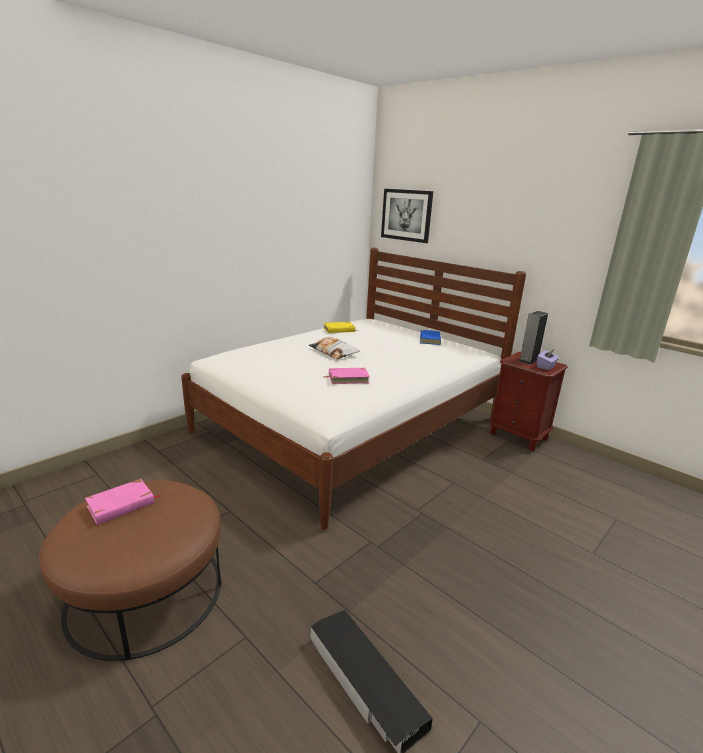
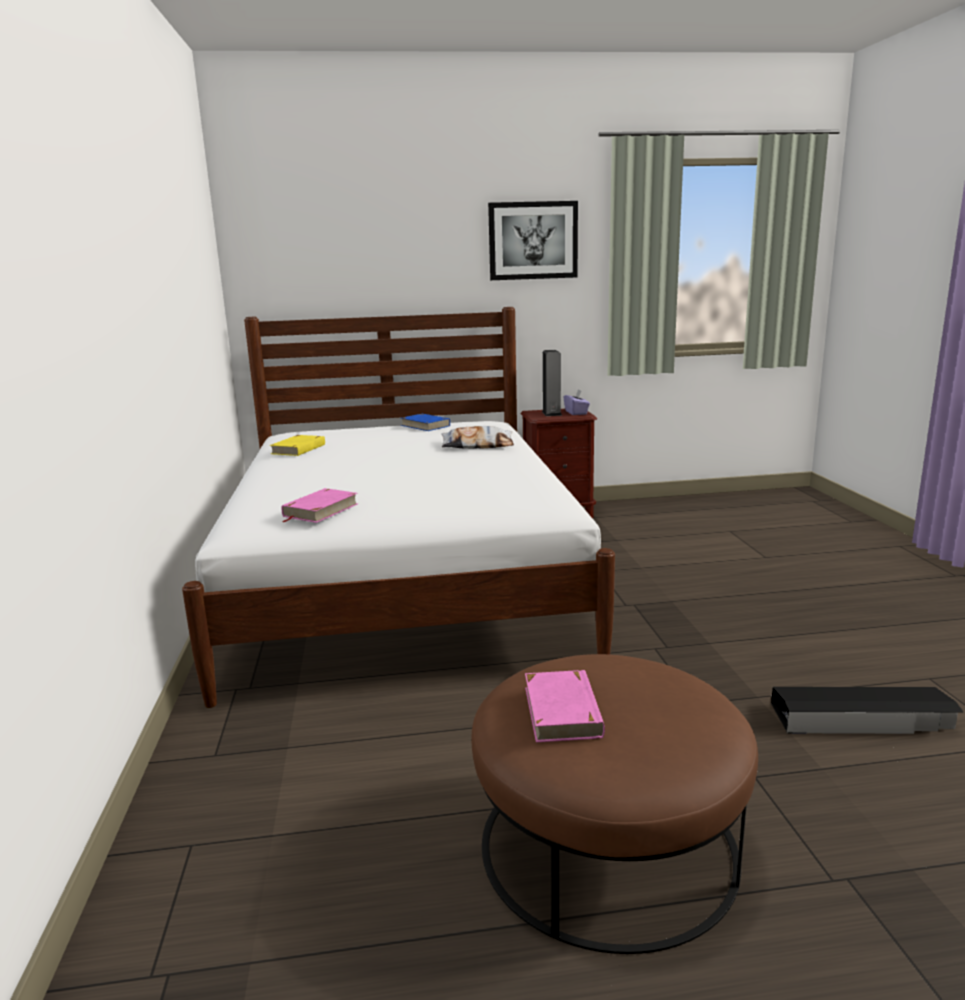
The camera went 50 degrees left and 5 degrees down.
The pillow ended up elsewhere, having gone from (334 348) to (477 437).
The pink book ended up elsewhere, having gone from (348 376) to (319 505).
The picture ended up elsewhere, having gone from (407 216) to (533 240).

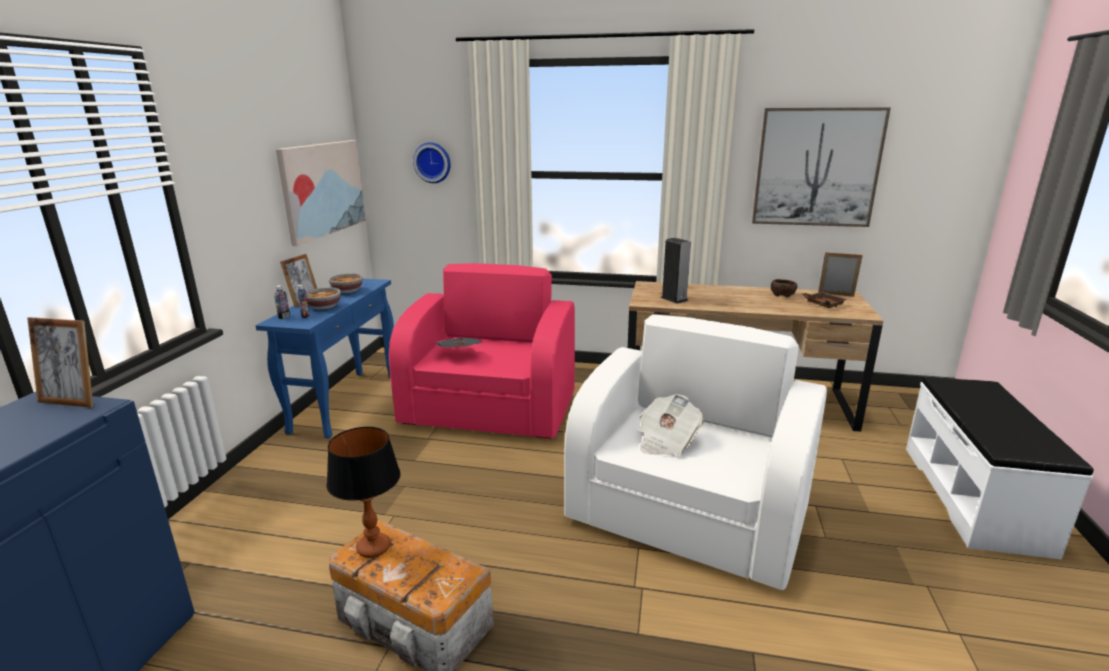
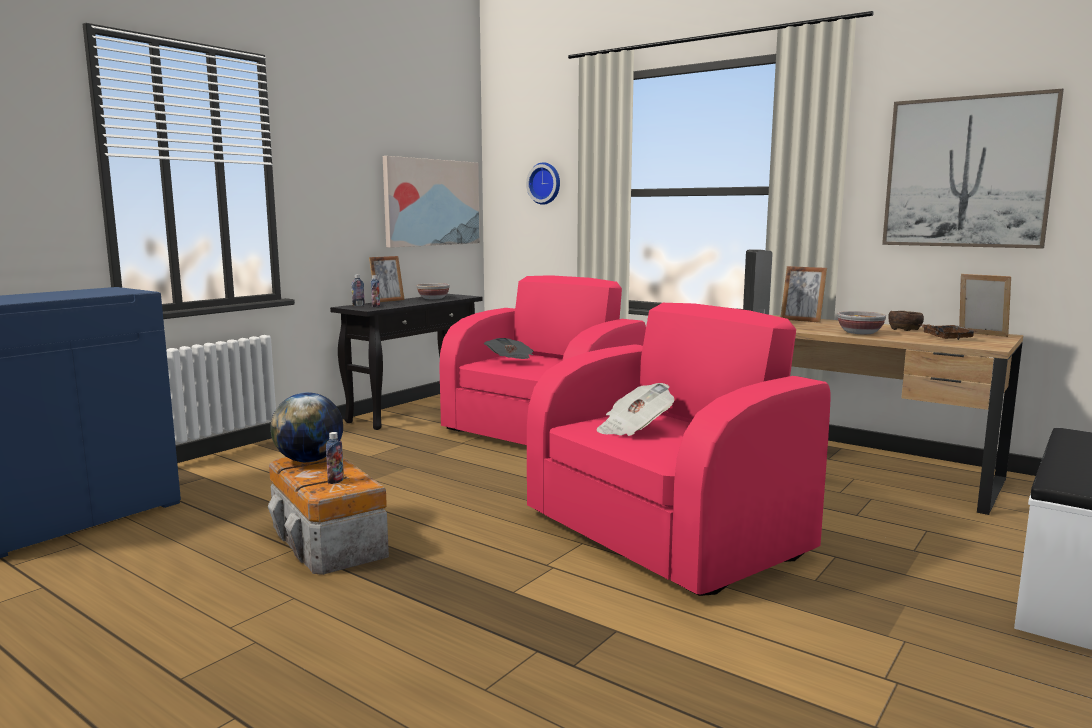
The camera went 25 degrees right and 10 degrees down.
The picture frame ended up elsewhere, having gone from (60 362) to (804 294).
What was the blue console table at (324 359) turned into the black console table at (406 362).
The bowl ended up elsewhere, having gone from (323 298) to (861 322).
Where the table lamp stood at (364 492), the globe came to stand at (306 427).
What was the white armchair at (695 452) turned into the pink armchair at (679 449).
The second view gained the bottle at (335 458).

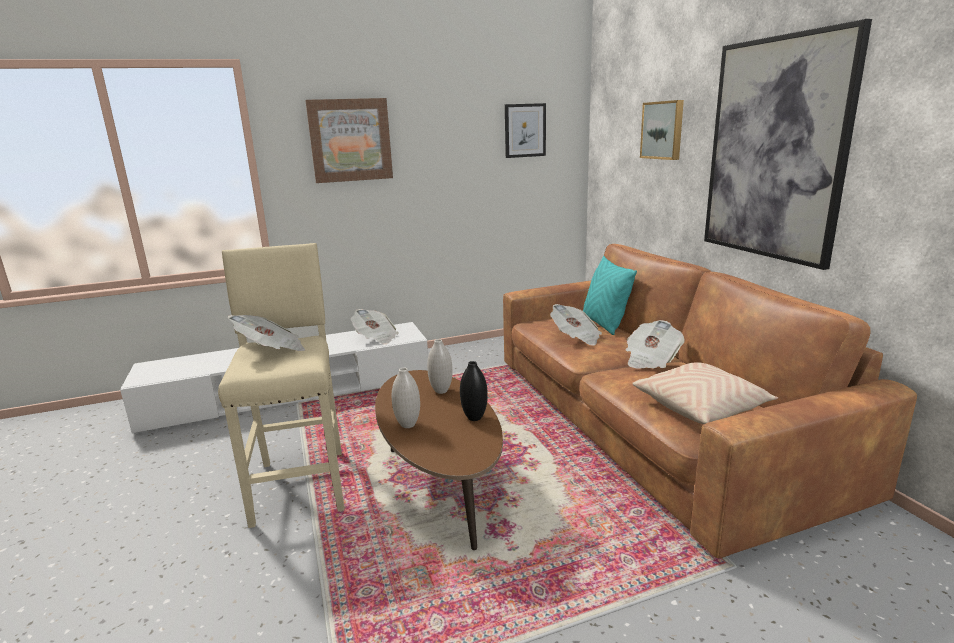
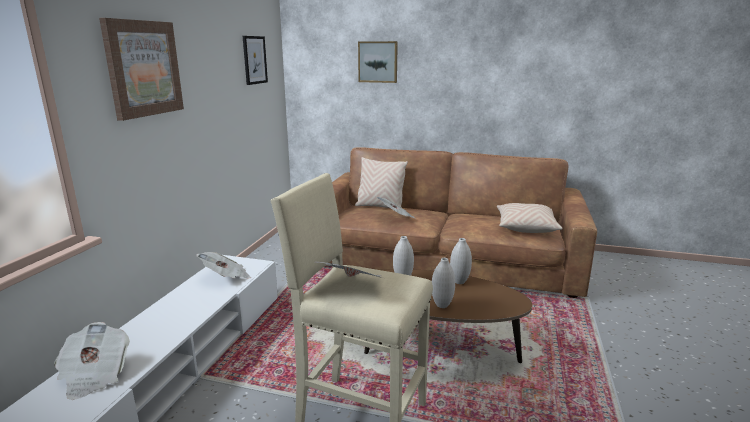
The camera went 55 degrees left and 0 degrees up.
What was the black vase at (474 391) turned into the white vase at (461 261).
What was the turquoise pillow at (610 295) turned into the beige pillow at (381 182).
The newspaper ended up elsewhere, having gone from (655 344) to (92 361).
The second view lost the picture at (788 144).

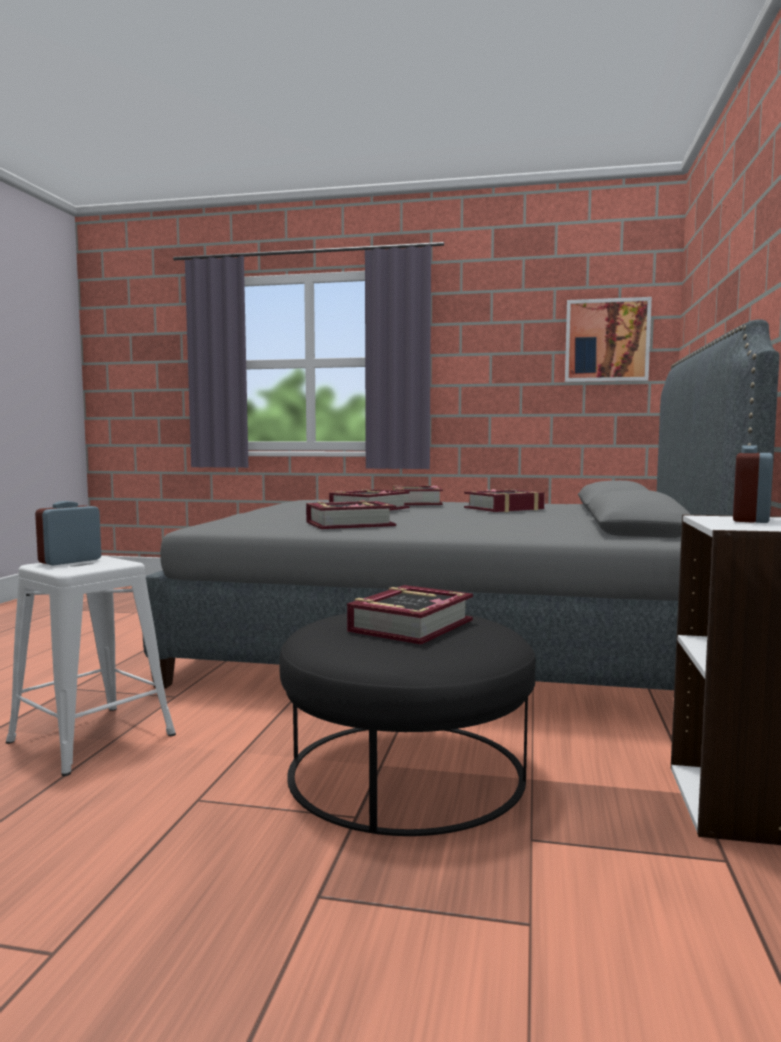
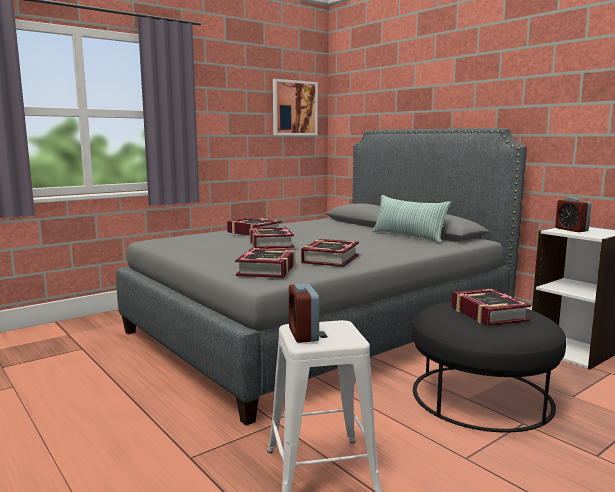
The camera went 50 degrees left and 5 degrees up.
The book ended up elsewhere, having gone from (504 500) to (265 263).
The second view gained the pillow at (411 219).

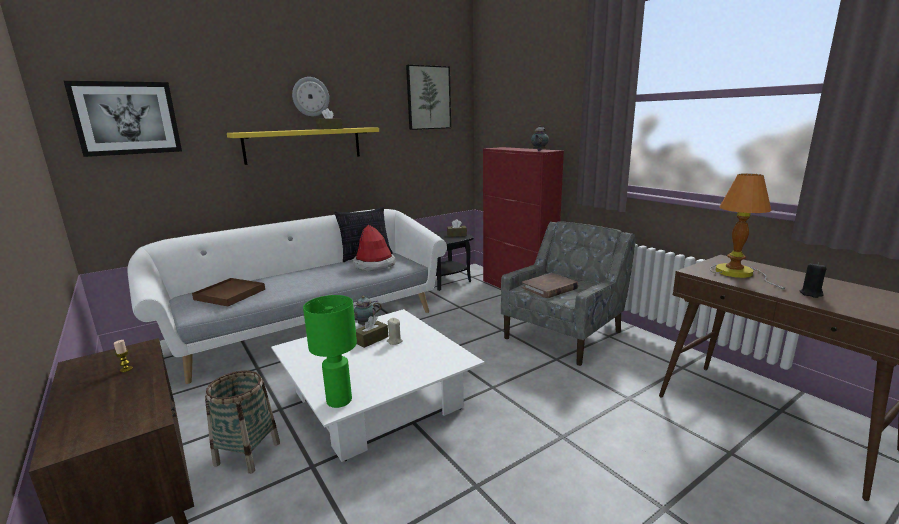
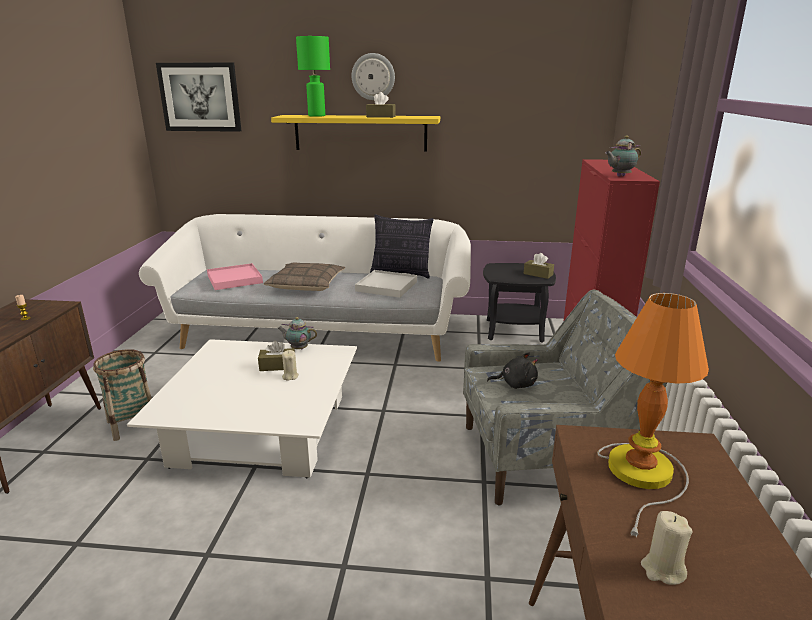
The camera went 40 degrees right and 5 degrees up.
What was the brown tray at (228 292) turned into the pink tray at (235 276).
The green table lamp ended up elsewhere, having gone from (330 351) to (313 76).
Where the hat stood at (374 248), the white tray came to stand at (386 284).
The second view lost the picture at (428 97).
Where the brown book stood at (550 285), the black plush toy came to stand at (512 370).
What was the black candle at (813 280) turned into the beige candle at (667 548).
The second view gained the pillow at (304 276).

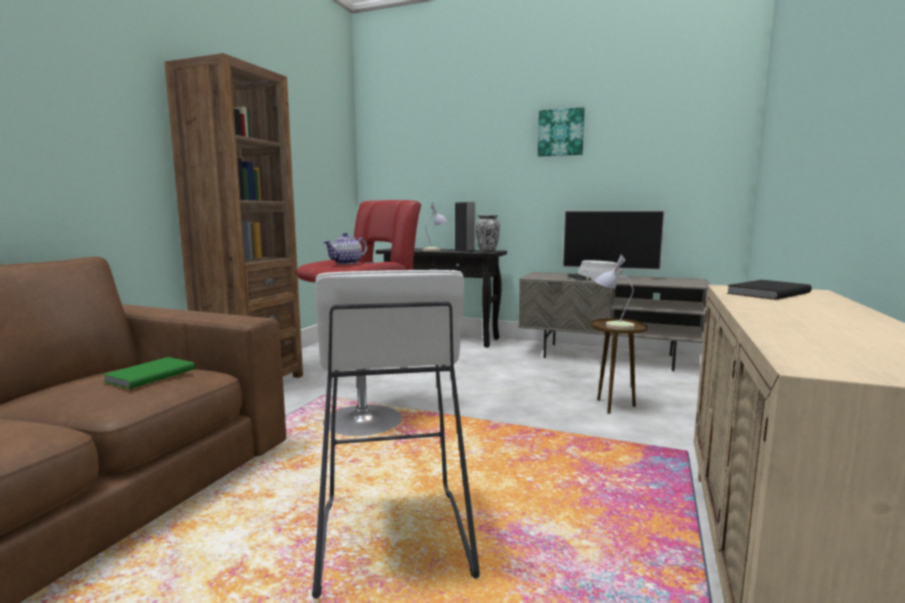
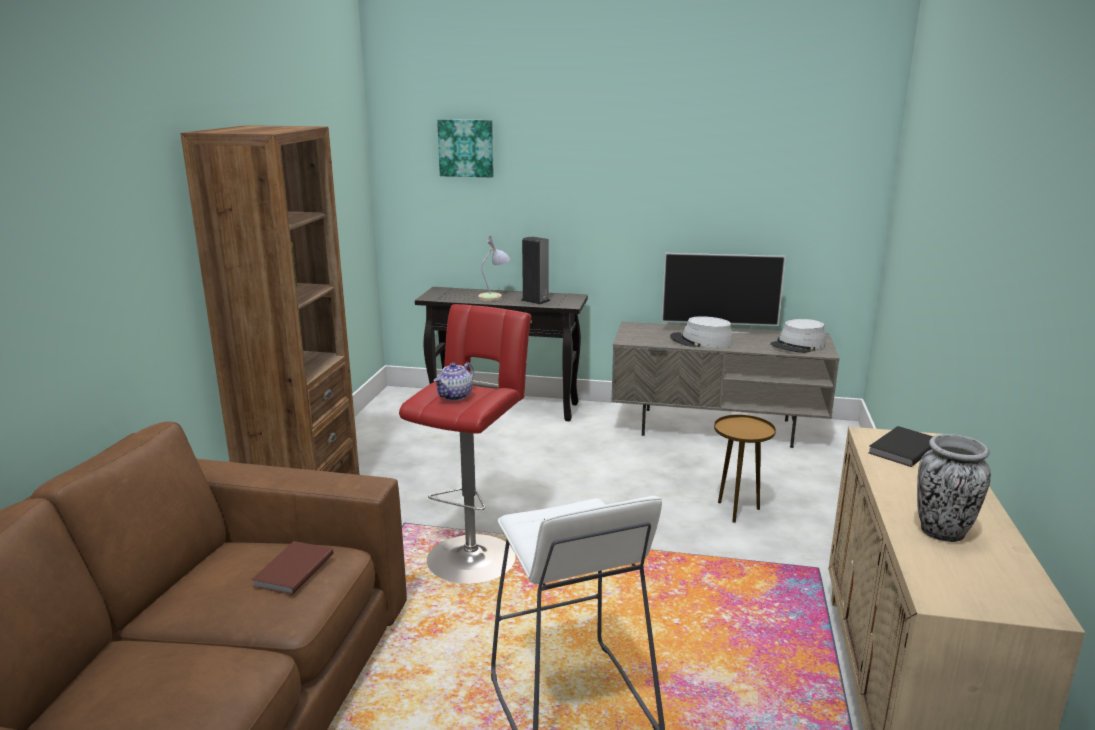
The camera went 10 degrees left and 10 degrees up.
What was the green book at (148 373) turned into the brown book at (292 568).
The vase ended up elsewhere, having gone from (487 233) to (954 488).
The picture ended up elsewhere, having gone from (561 132) to (465 148).
The second view lost the table lamp at (615 292).
The second view gained the grey hat at (798 336).

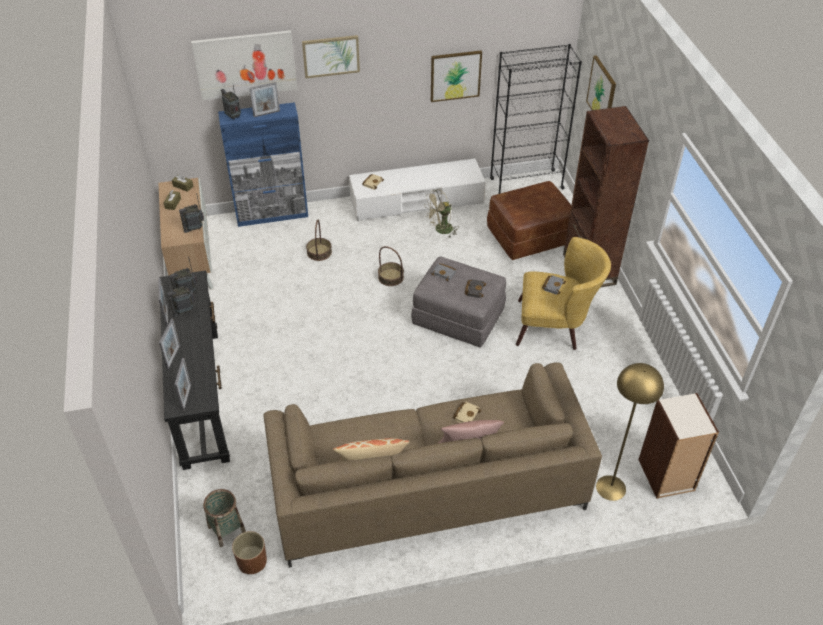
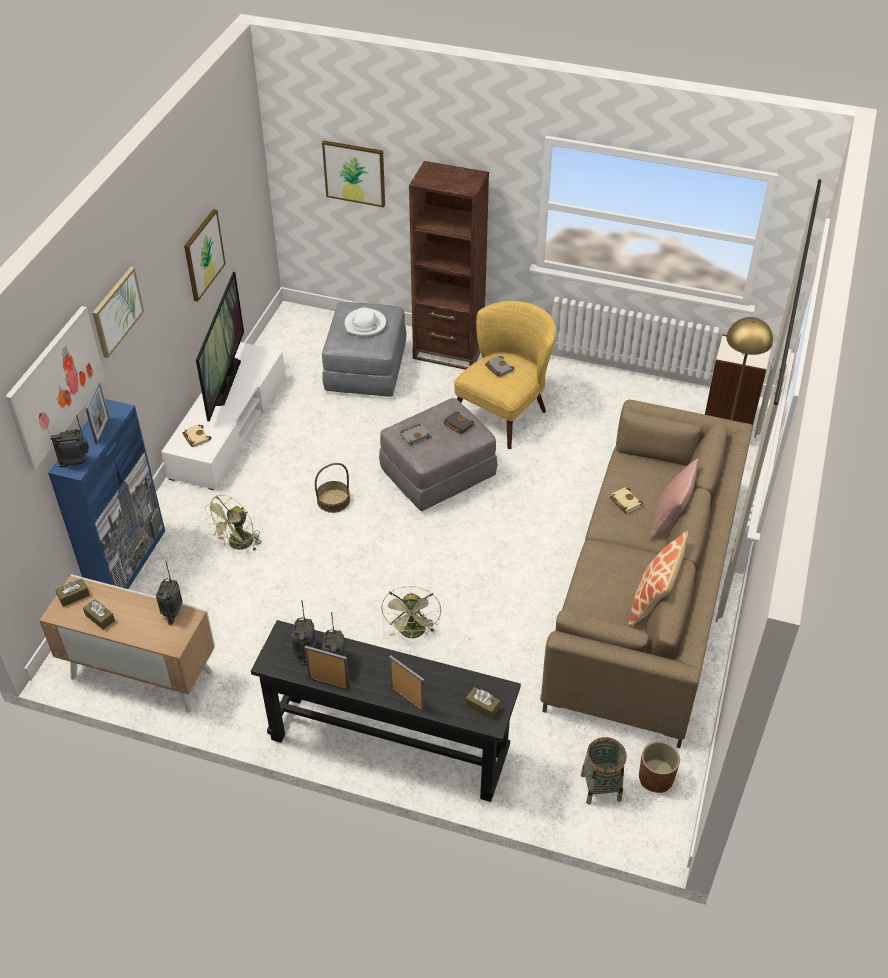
The camera went 60 degrees left and 0 degrees up.
Where the picture frame stood at (182 384), the brown tissue box came to stand at (483 703).
Where the basket stood at (319 240), the green fan came to stand at (233 523).
The beige fan ended up elsewhere, having gone from (441 213) to (411 612).
What was the brown ottoman at (529 220) turned into the grey ottoman at (364 349).
The second view lost the black bookcase at (536 119).
The second view gained the television at (220 346).
The second view gained the white hat at (365 322).

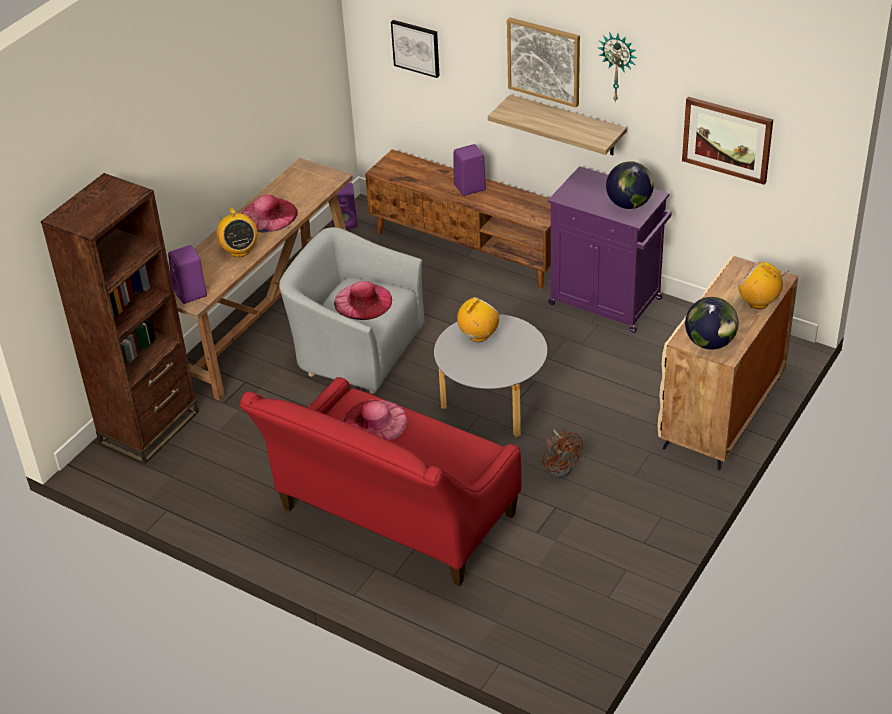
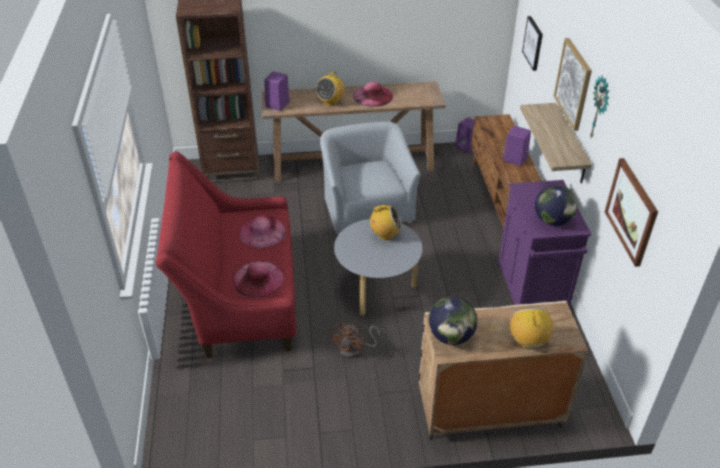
The camera went 50 degrees right and 0 degrees up.
The pink hat ended up elsewhere, having gone from (363 300) to (258 280).

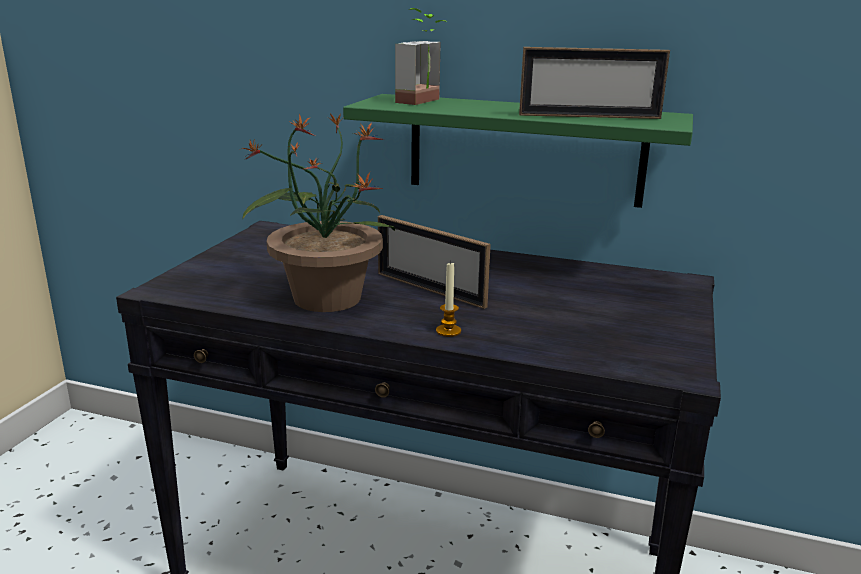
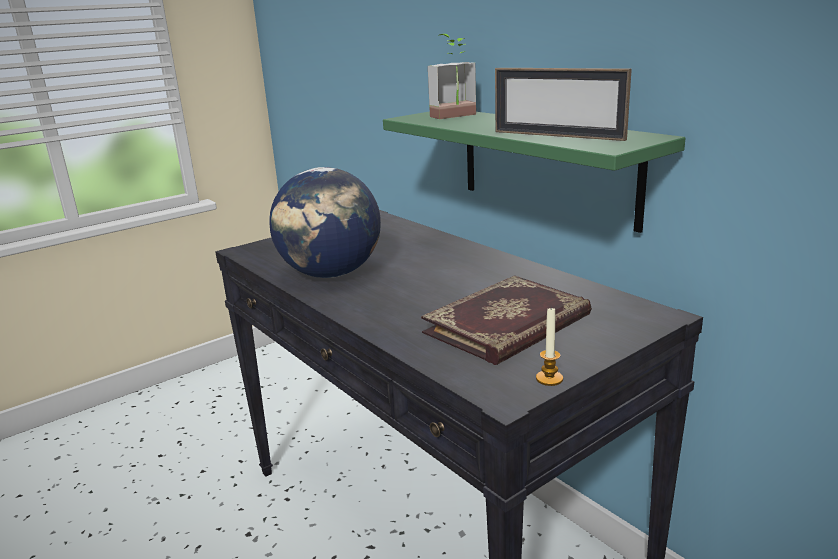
The camera went 35 degrees right and 0 degrees up.
Where the potted plant stood at (317 212), the globe came to stand at (325 222).
The second view lost the picture frame at (434 262).
The candle ended up elsewhere, having gone from (448 299) to (549 346).
The second view gained the book at (506 320).

